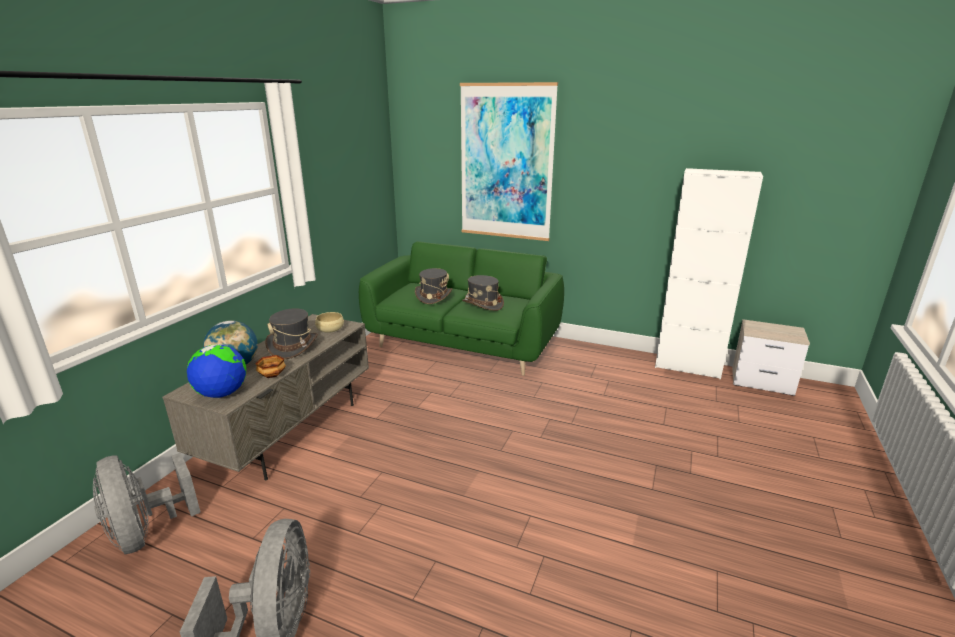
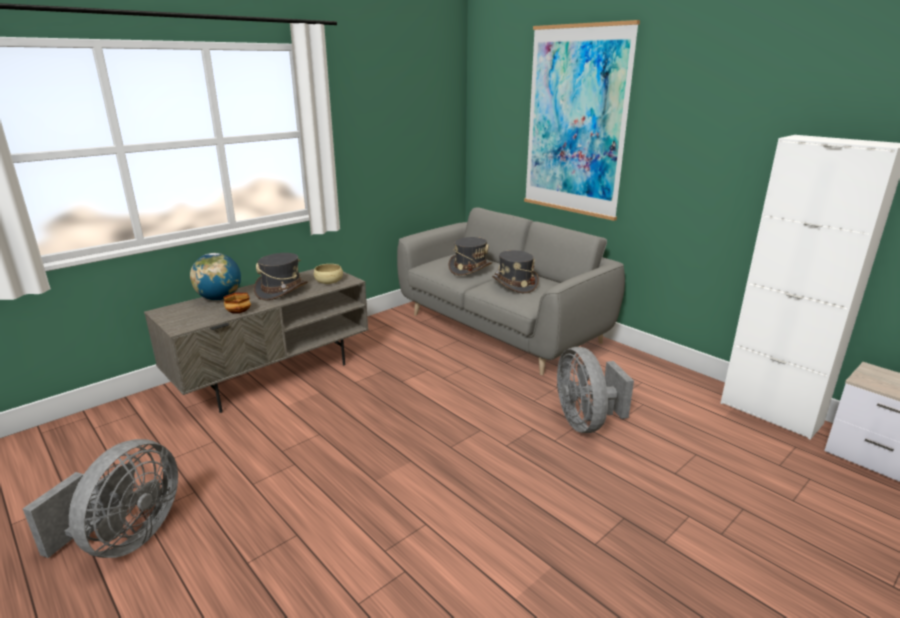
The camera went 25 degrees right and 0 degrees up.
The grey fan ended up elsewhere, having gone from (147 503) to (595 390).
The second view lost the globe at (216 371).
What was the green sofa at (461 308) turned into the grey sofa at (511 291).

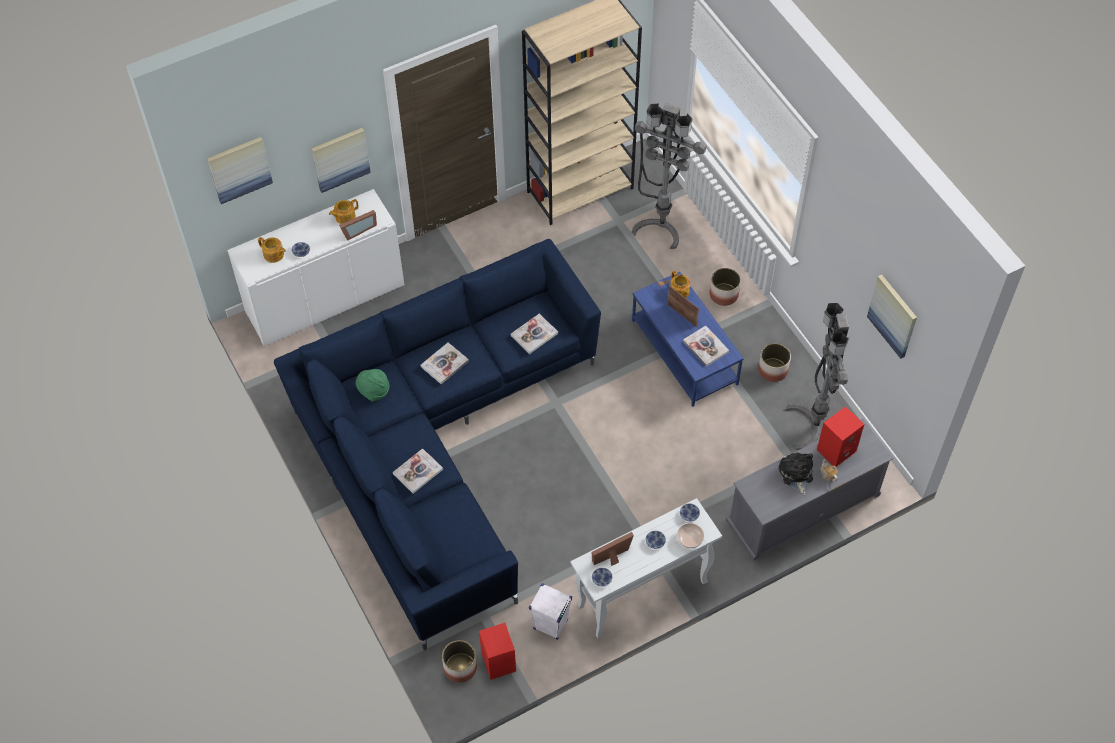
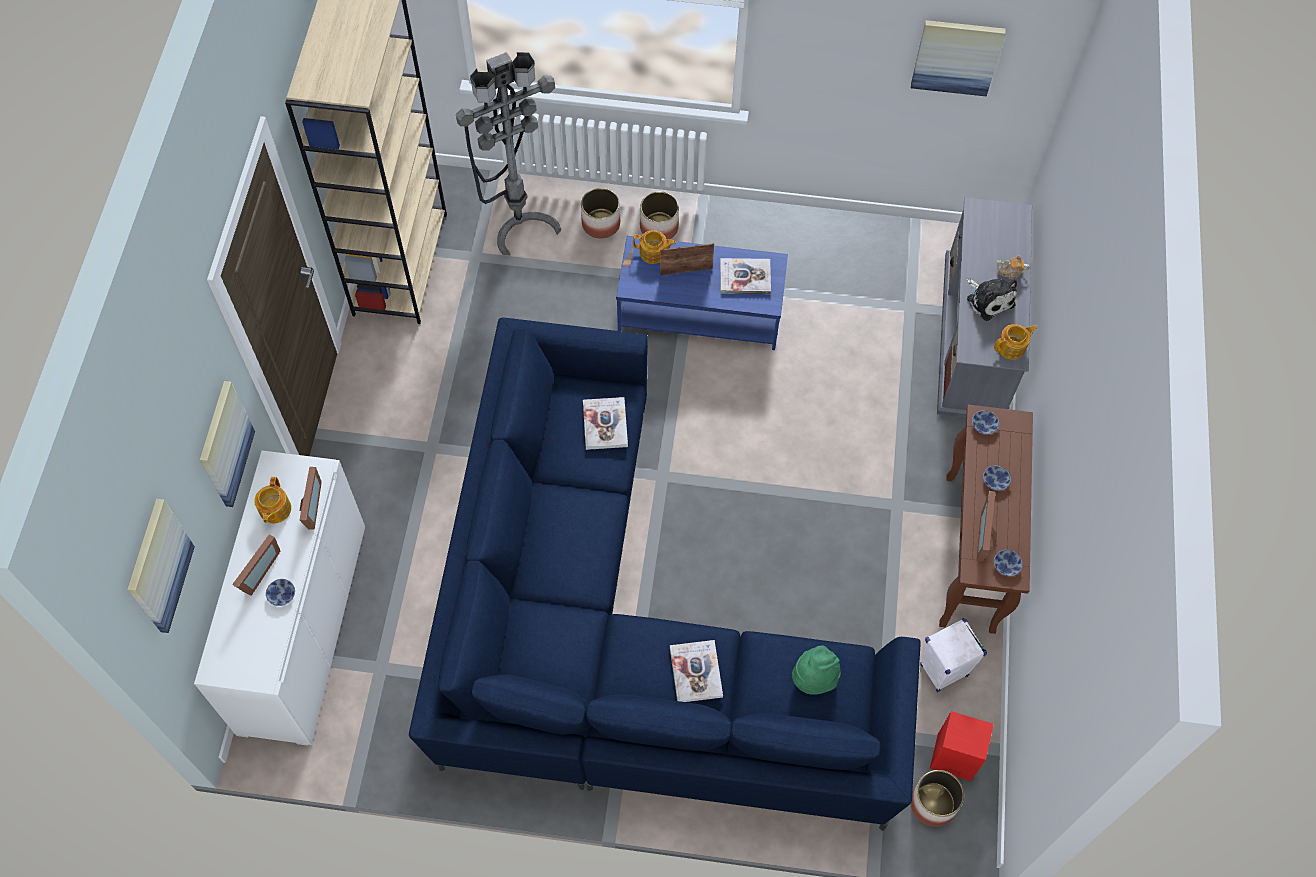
The camera went 55 degrees left and 5 degrees up.
The teapot ended up elsewhere, having gone from (272 250) to (1015 342).
The green hat ended up elsewhere, having gone from (372 385) to (816 670).
The second view lost the book at (445 363).
What was the white console table at (646 568) turned into the brown console table at (986 519).
The second view lost the bowl at (690 535).
The planter ended up elsewhere, having gone from (774 362) to (600 213).
The plush toy at (796 473) ended up facing another way, 150 degrees counterclockwise from before.
The second view lost the grey floor lamp at (817 376).
The second view lost the red speaker at (840 436).
The second view gained the picture frame at (256 565).

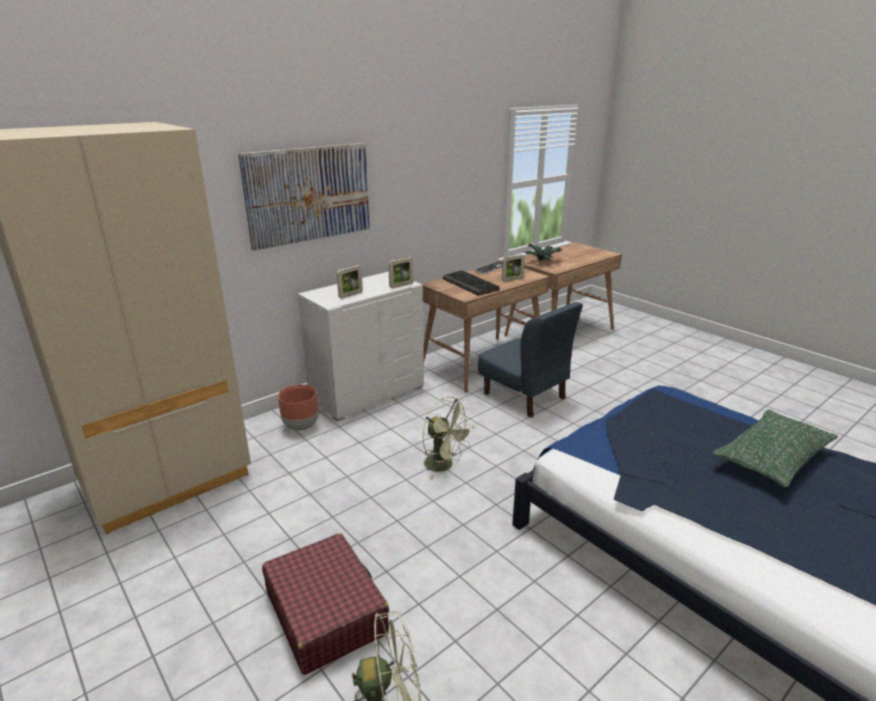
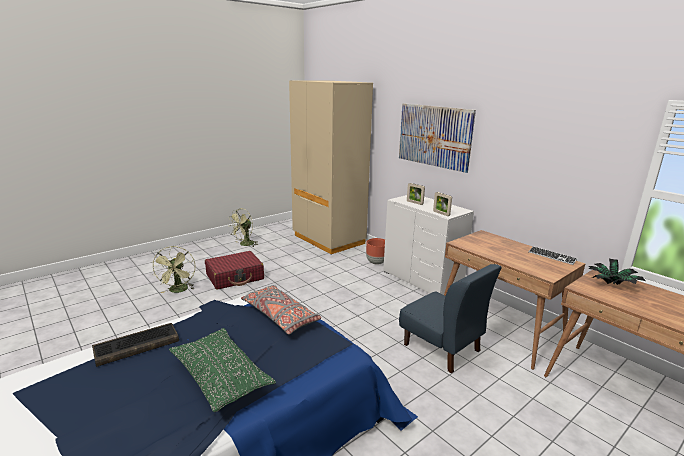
The camera went 90 degrees right and 5 degrees down.
The green fan ended up elsewhere, having gone from (448 438) to (244 227).
The keyboard ended up elsewhere, having gone from (471 283) to (135 345).
The blue chair at (530 360) ended up facing another way, 90 degrees counterclockwise from before.
The second view lost the picture frame at (513 268).
The second view gained the grey pillow at (281 310).

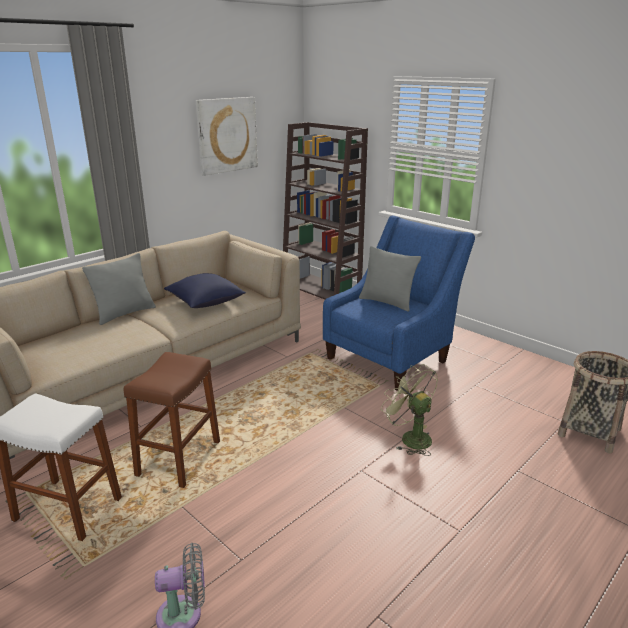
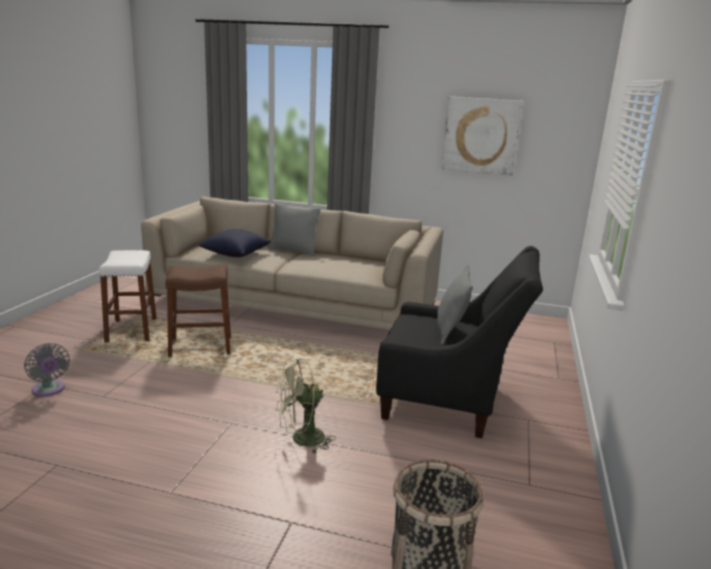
The camera went 60 degrees right and 5 degrees down.
The blue pillow ended up elsewhere, having gone from (205 290) to (234 243).
The second view lost the brown bookcase at (325 210).
What was the blue armchair at (399 303) turned into the black armchair at (459 342).
The green fan at (409 410) ended up facing another way, 135 degrees counterclockwise from before.

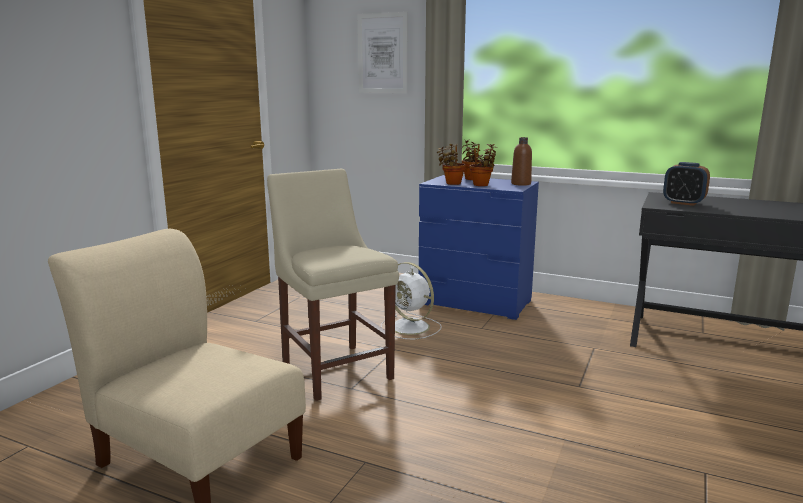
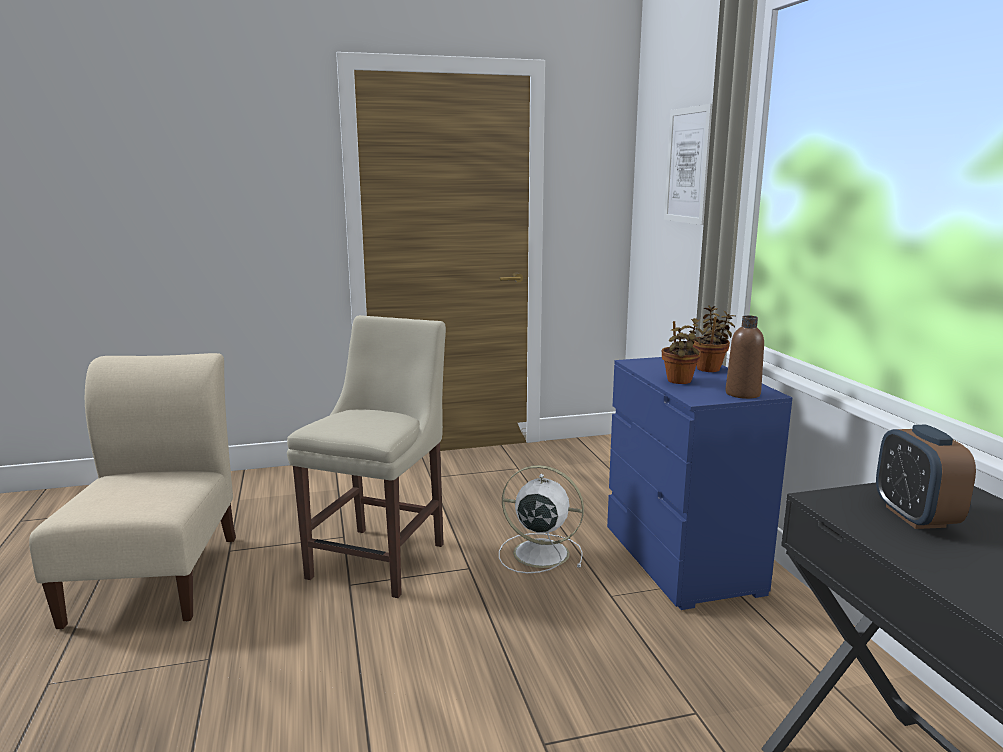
The camera went 50 degrees right and 0 degrees up.
The white fan at (411 300) ended up facing another way, 105 degrees clockwise from before.
The second view lost the potted plant at (451 164).

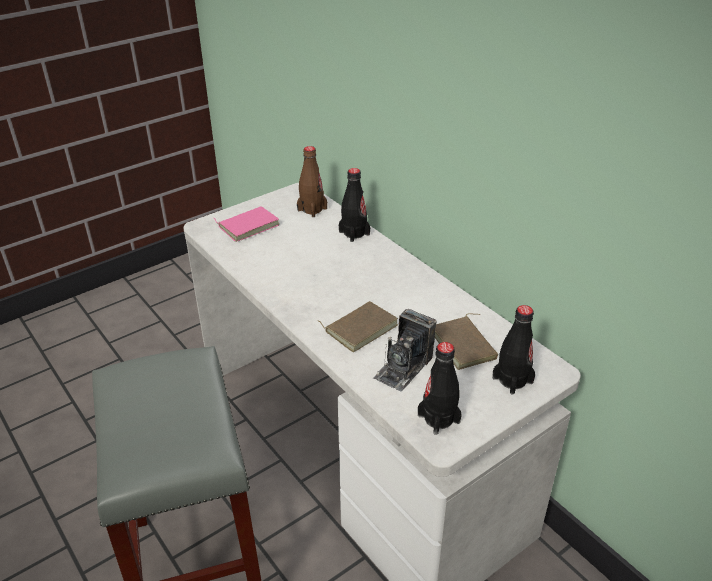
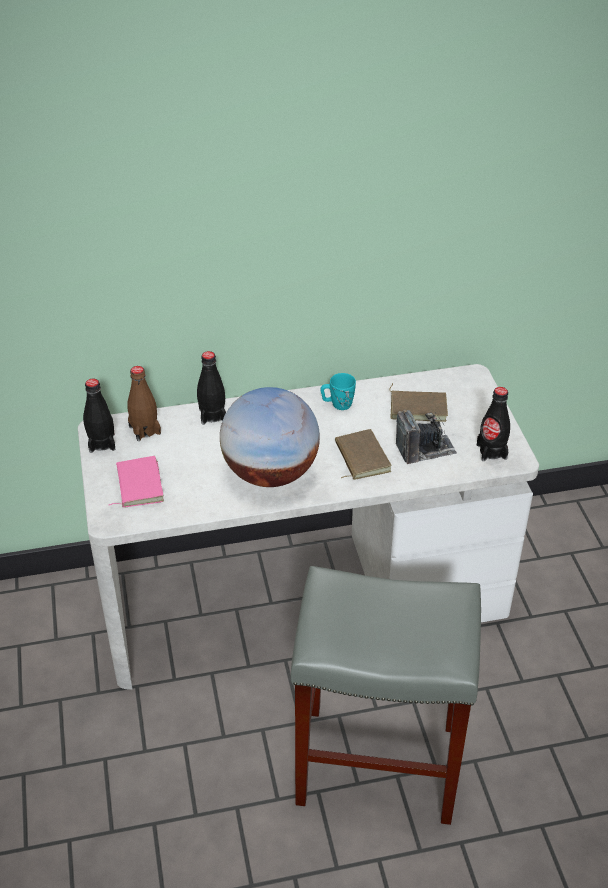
The camera went 65 degrees left and 5 degrees up.
The photo camera at (405 350) ended up facing another way, 75 degrees counterclockwise from before.
The black bottle ended up elsewhere, having gone from (513 350) to (99 416).
The second view gained the globe at (270 437).
The second view gained the turquoise mug at (338 391).

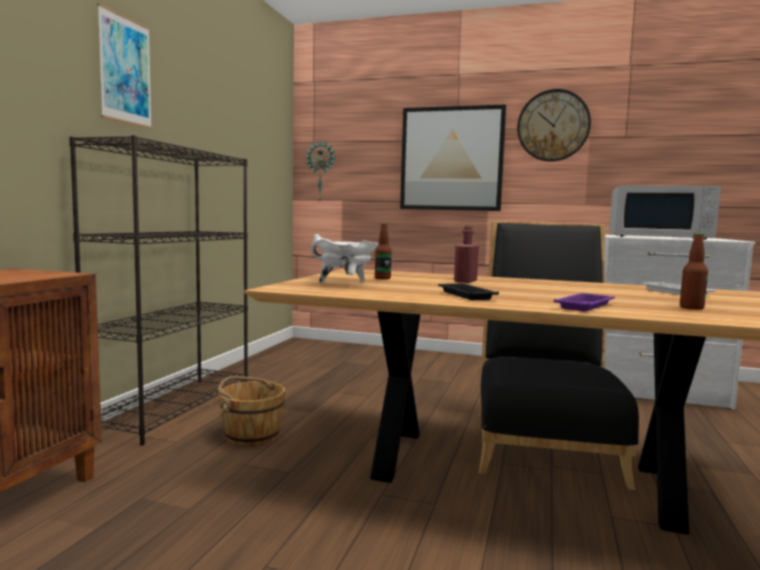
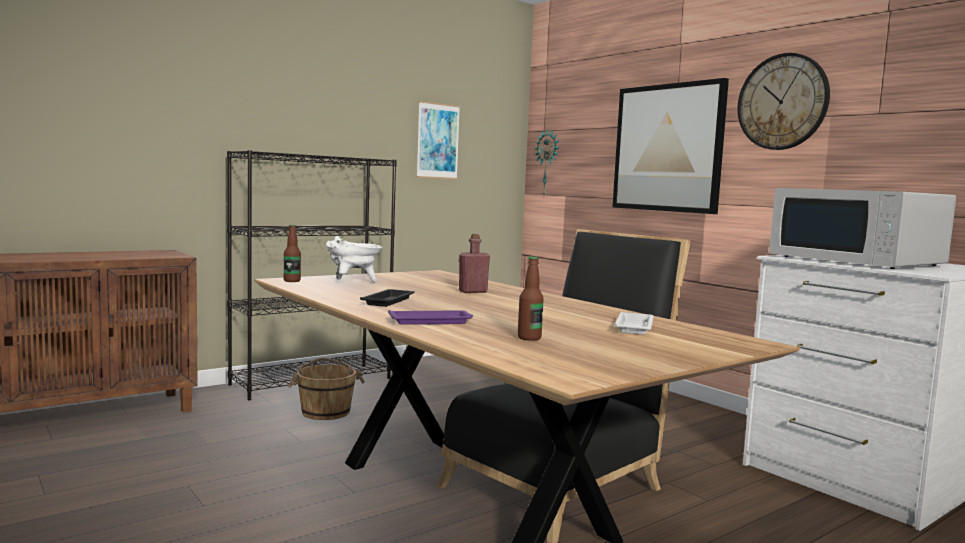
The camera went 35 degrees right and 0 degrees up.
The picture ended up elsewhere, having gone from (124 66) to (438 140).
The bottle ended up elsewhere, having gone from (383 251) to (292 253).

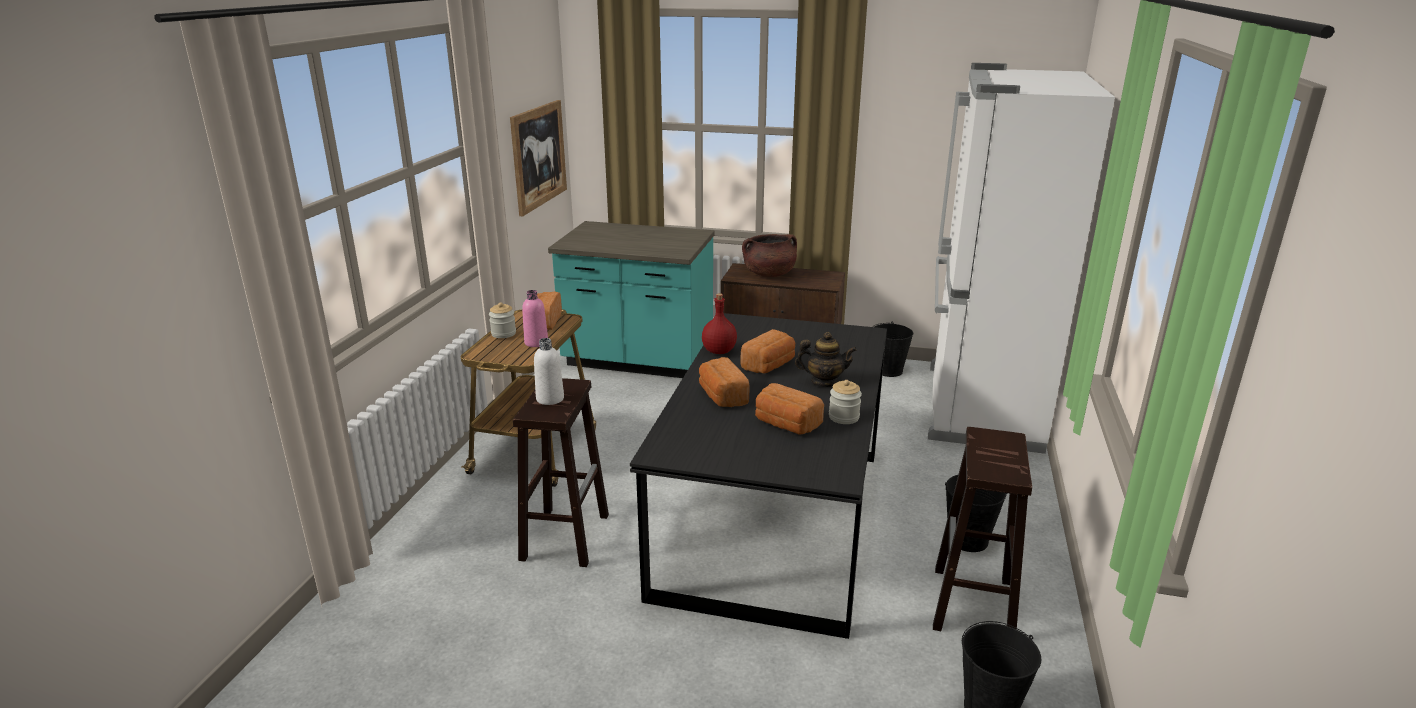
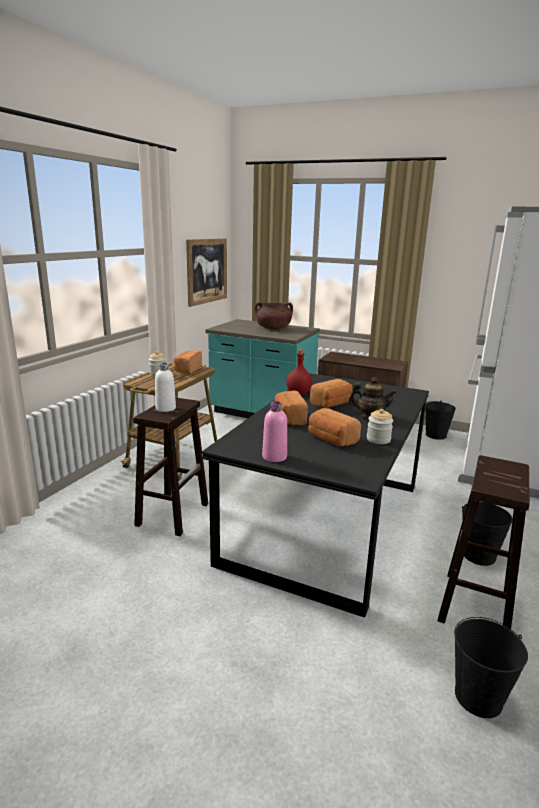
The camera went 10 degrees right and 5 degrees down.
The pink bottle ended up elsewhere, having gone from (535 318) to (274 431).
The brown cooking pot ended up elsewhere, having gone from (769 255) to (273 316).

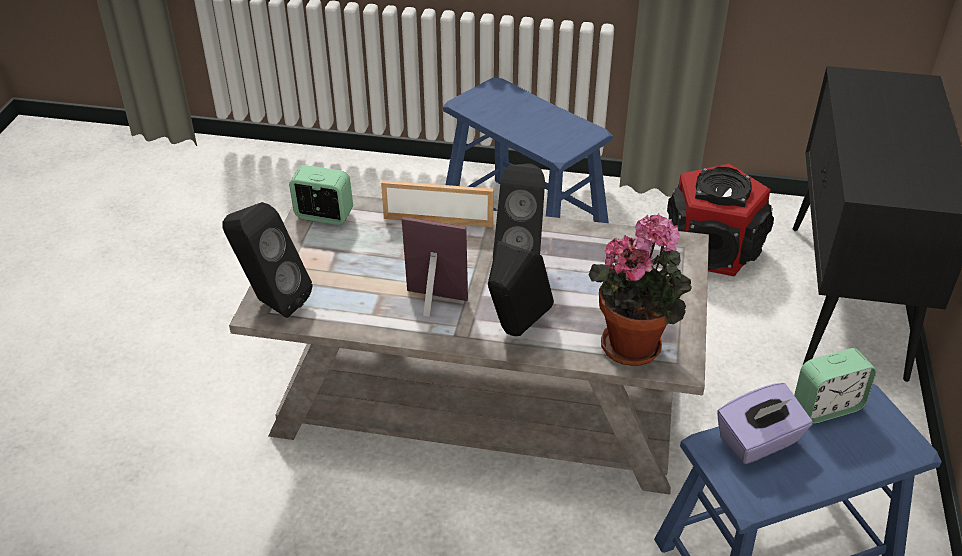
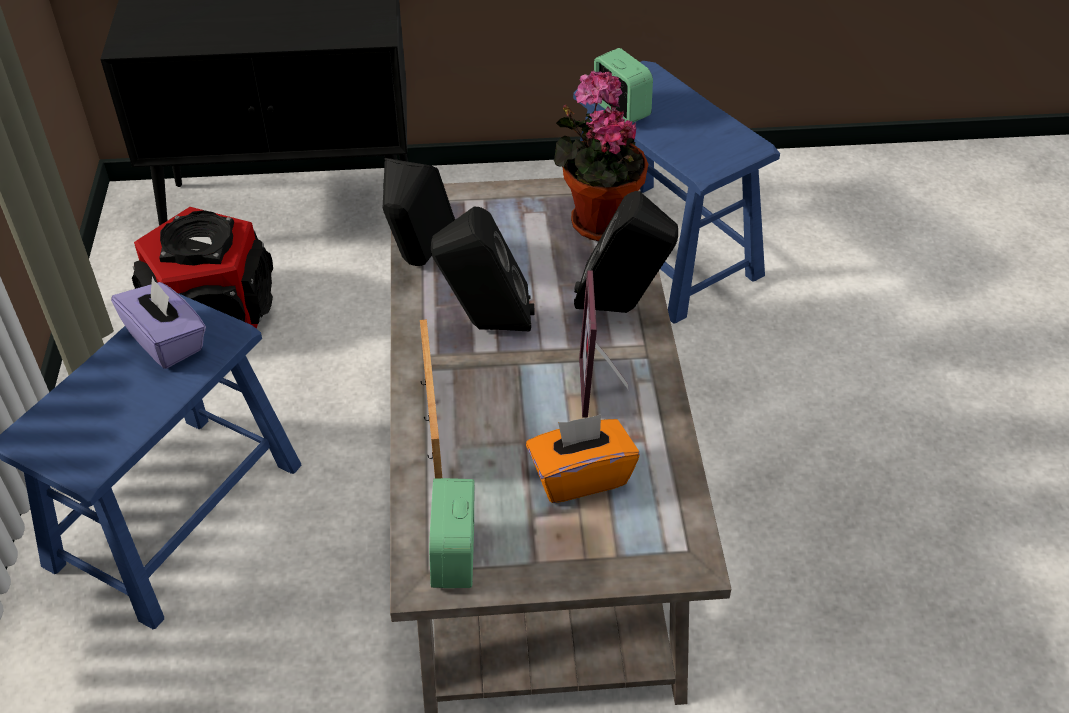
The camera went 105 degrees left and 5 degrees up.
The black speaker ended up elsewhere, having gone from (267 260) to (419 212).
The purple tissue box ended up elsewhere, having gone from (764 423) to (158 322).
The second view gained the orange tissue box at (582 458).

